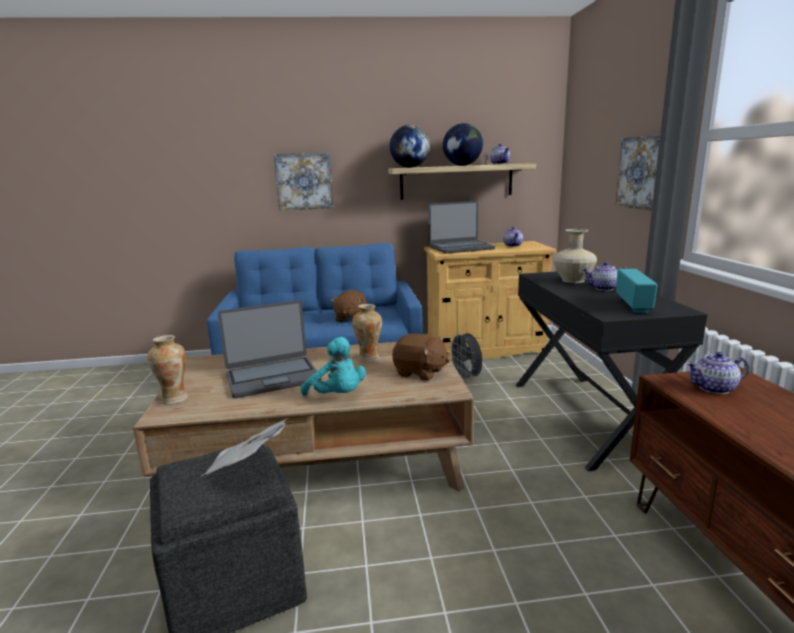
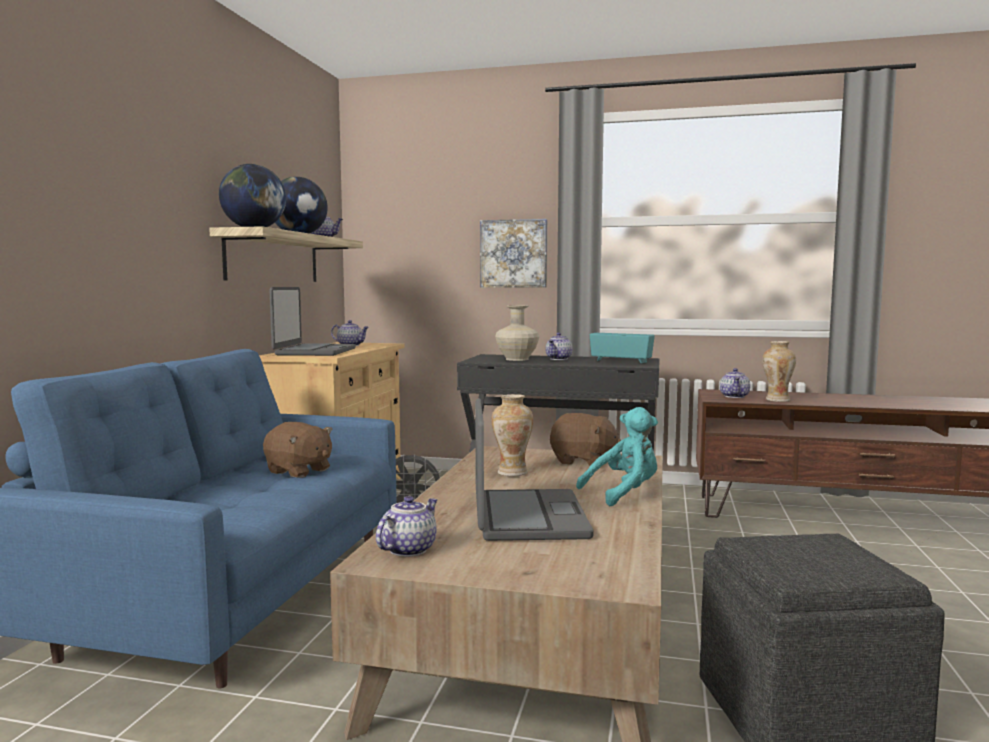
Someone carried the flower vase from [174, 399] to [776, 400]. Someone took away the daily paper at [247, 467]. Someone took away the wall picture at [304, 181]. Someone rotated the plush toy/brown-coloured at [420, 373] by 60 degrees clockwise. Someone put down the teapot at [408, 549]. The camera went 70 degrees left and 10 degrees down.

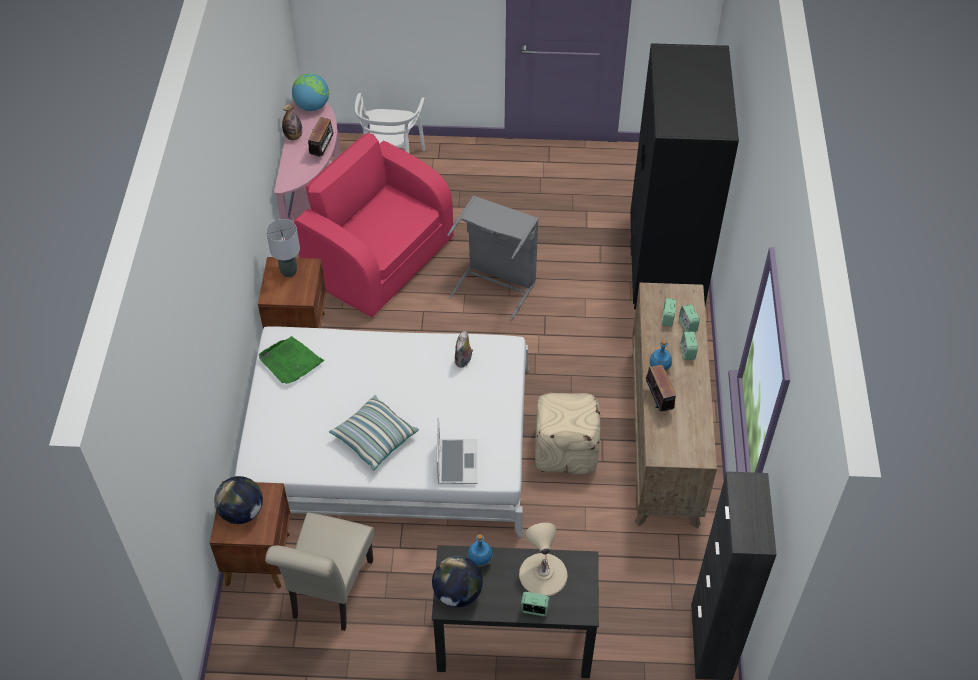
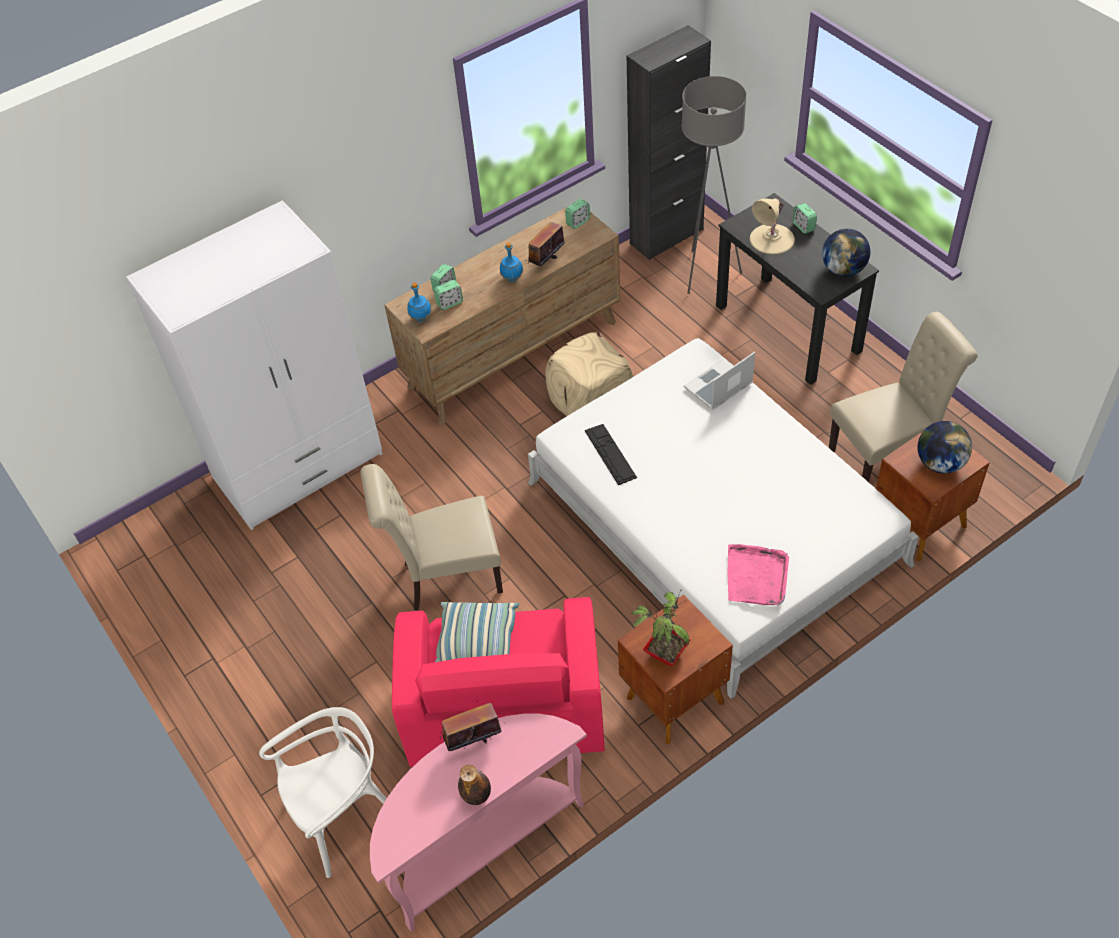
Someone repainted the serving tray/green at [290, 362], which became the serving tray/pink at [756, 577]. Someone swapped the table lamp/grey at [288, 271] for the potted plant at [664, 653]. Someone took away the desk globe at [312, 106]. Someone carried the throw pillow from [374, 438] to [477, 644]. Someone swapped the washing basket/grey at [496, 284] for the chair/beige at [445, 577]. Someone swapped the plush toy at [464, 361] for the keyboard at [610, 454]. Someone carried the beverage bottle/blue-coloured from [480, 560] to [420, 318]. Someone repainted the armoire/blackish at [664, 263], which became the armoire/whitish at [299, 466]. Someone carried the bedside clock from [687, 352] to [578, 222]. Someone put down the standard lamp/grey at [706, 273]. The camera went 125 degrees left and 0 degrees up.

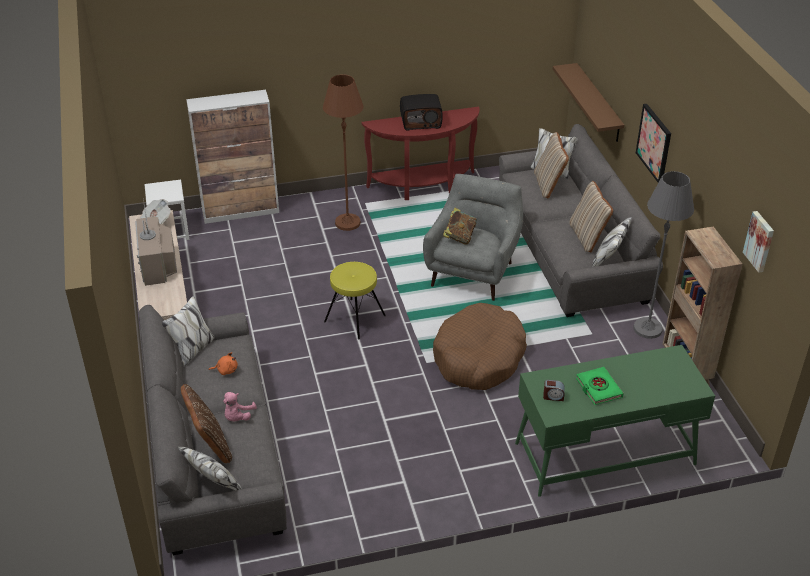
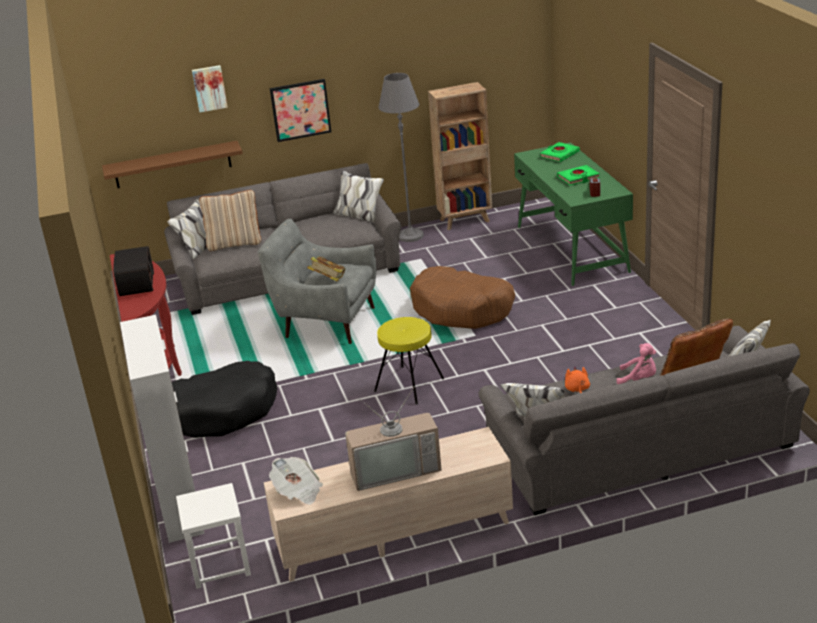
Someone swapped the standard lamp/brown-coloured at [347, 223] for the pet bed/blackish at [222, 411]. Someone took away the throw pillow/beige at [588, 237]. Someone carried the wall picture from [760, 241] to [209, 88]. Someone put down the bound book/green at [559, 154]. The camera went 90 degrees left and 10 degrees down.

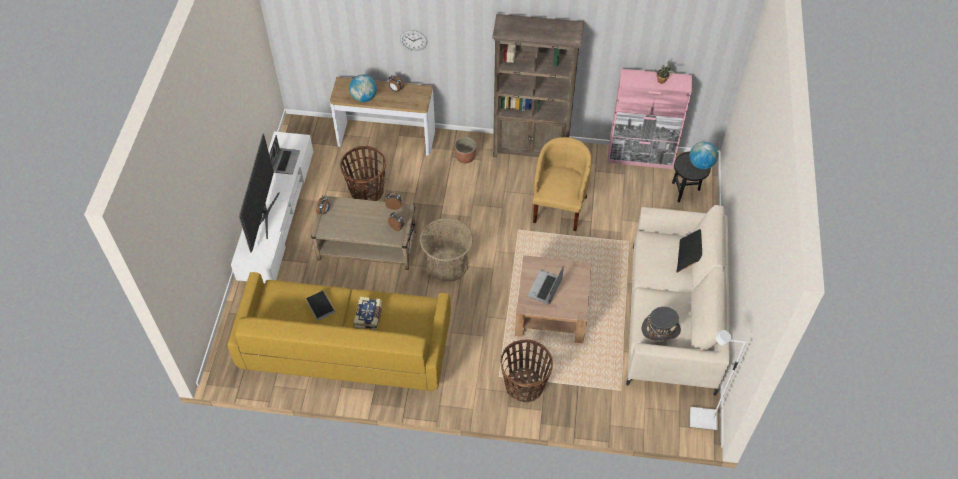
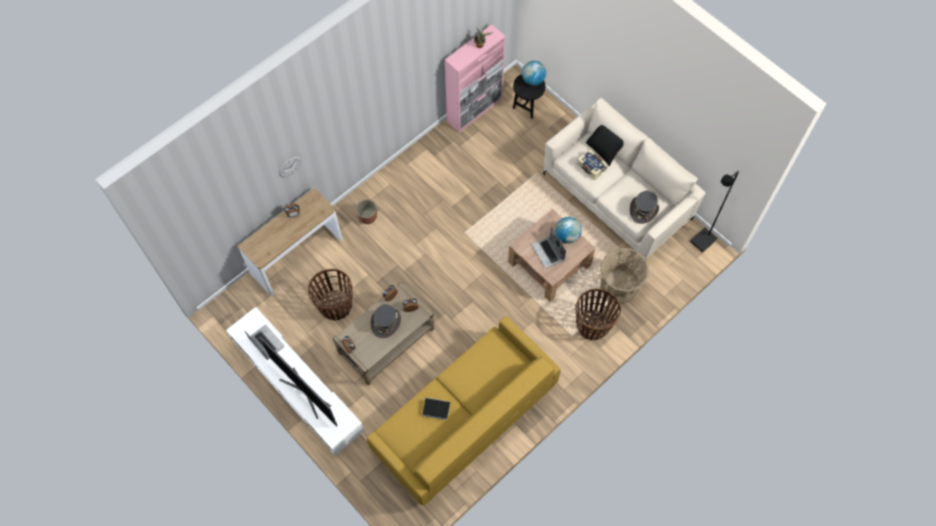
Someone carried the desk globe from [364, 97] to [567, 236]. Someone carried the bound book from [369, 316] to [592, 166]. Someone carried the basket from [447, 264] to [619, 286]. Someone took away the bookcase/brown-coloured at [531, 149]. Someone took away the armchair/yellowish at [559, 207]. Someone repainted the standard lamp/whitish at [703, 420], which became the standard lamp/blackish at [703, 241]. Someone put down the clothing hat/grey at [386, 322]. The camera went 50 degrees left and 10 degrees up.

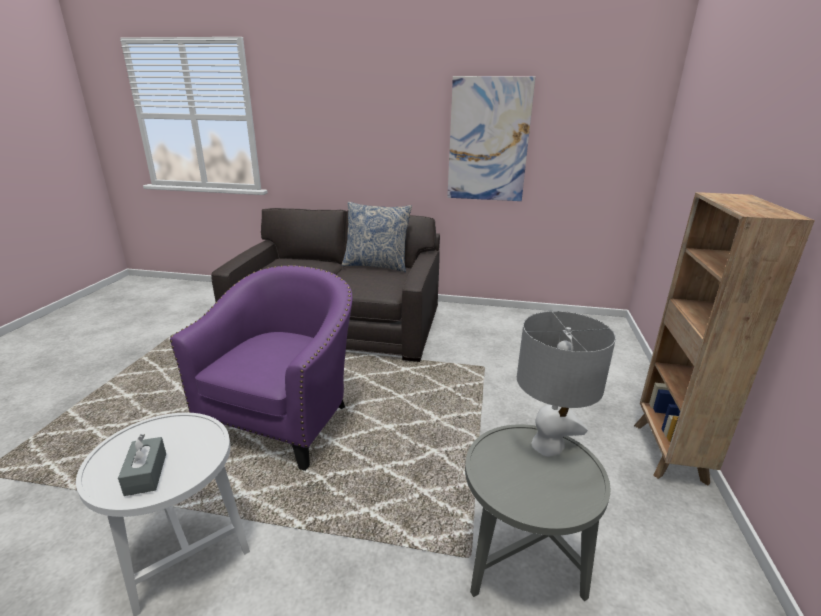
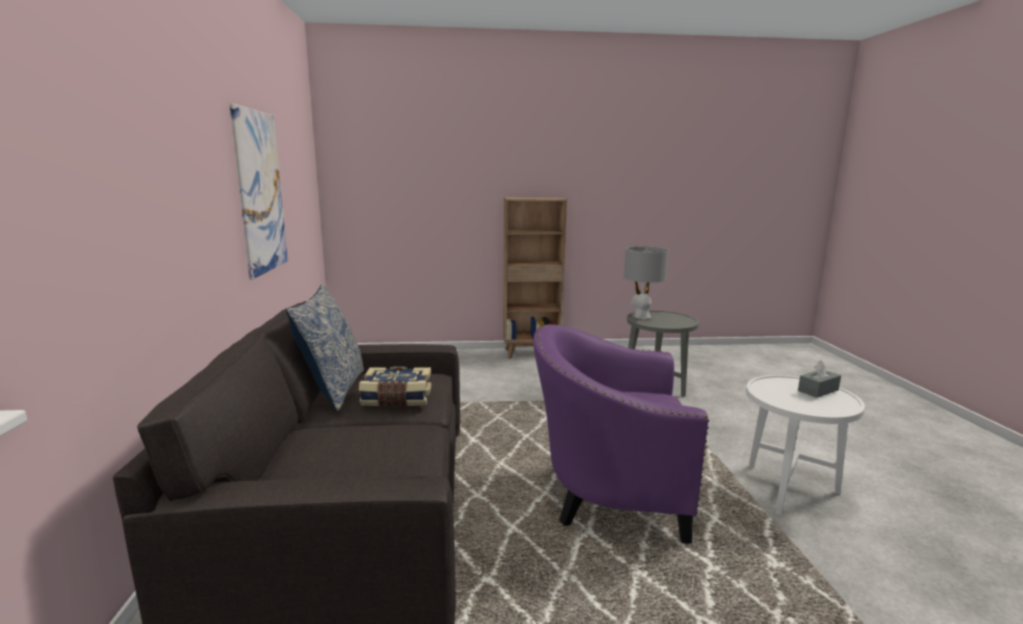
Someone put down the bound book at [396, 399]. The camera went 105 degrees left and 10 degrees down.

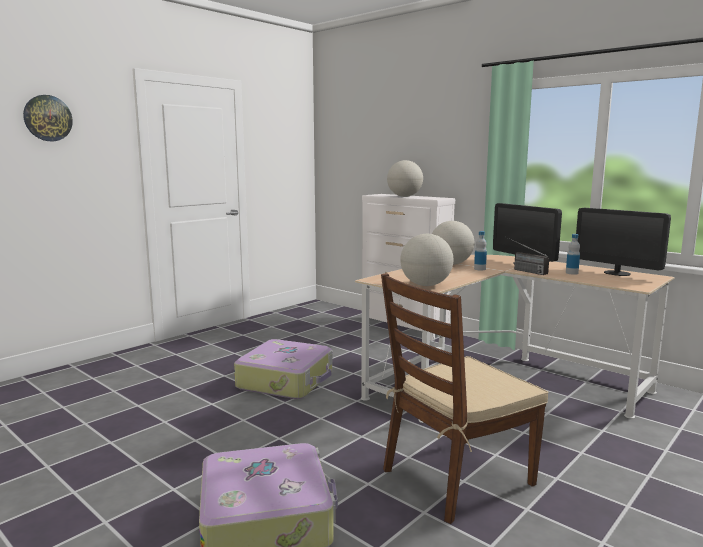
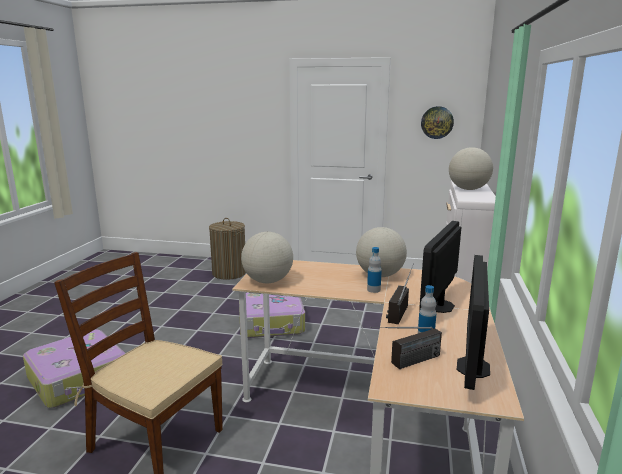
Someone carried the wall clock from [48, 118] to [437, 122]. Someone put down the washing basket at [229, 273]. Someone put down the radio set at [405, 364]. The camera went 60 degrees right and 5 degrees up.

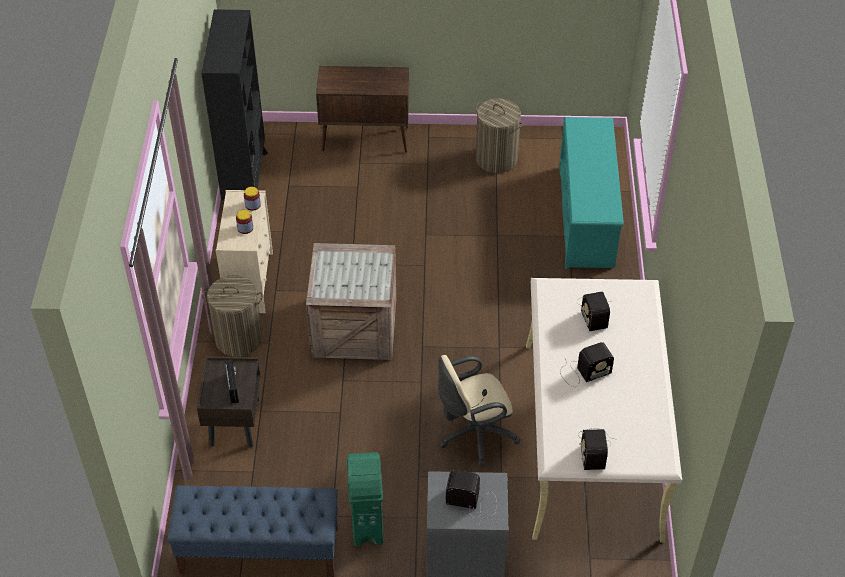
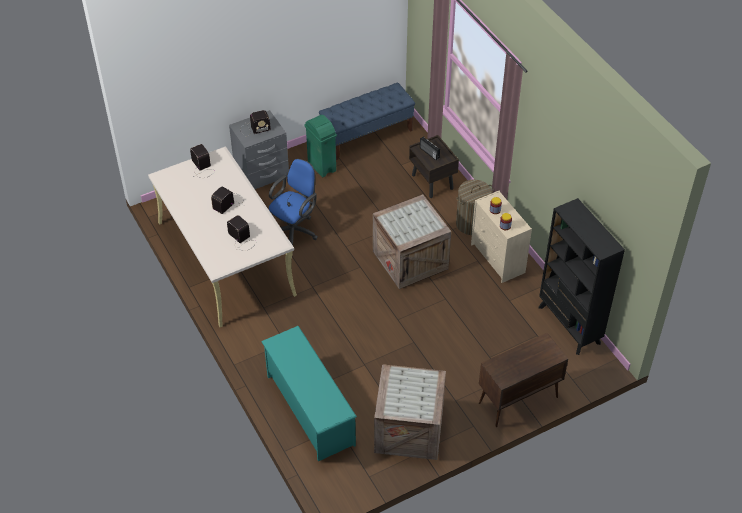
Someone repainted the desk chair/beige at [474, 435], which became the desk chair/blue-coloured at [295, 231]. Someone swapped the washing basket at [496, 159] for the crate at [407, 430]. The camera went 150 degrees right and 0 degrees up.

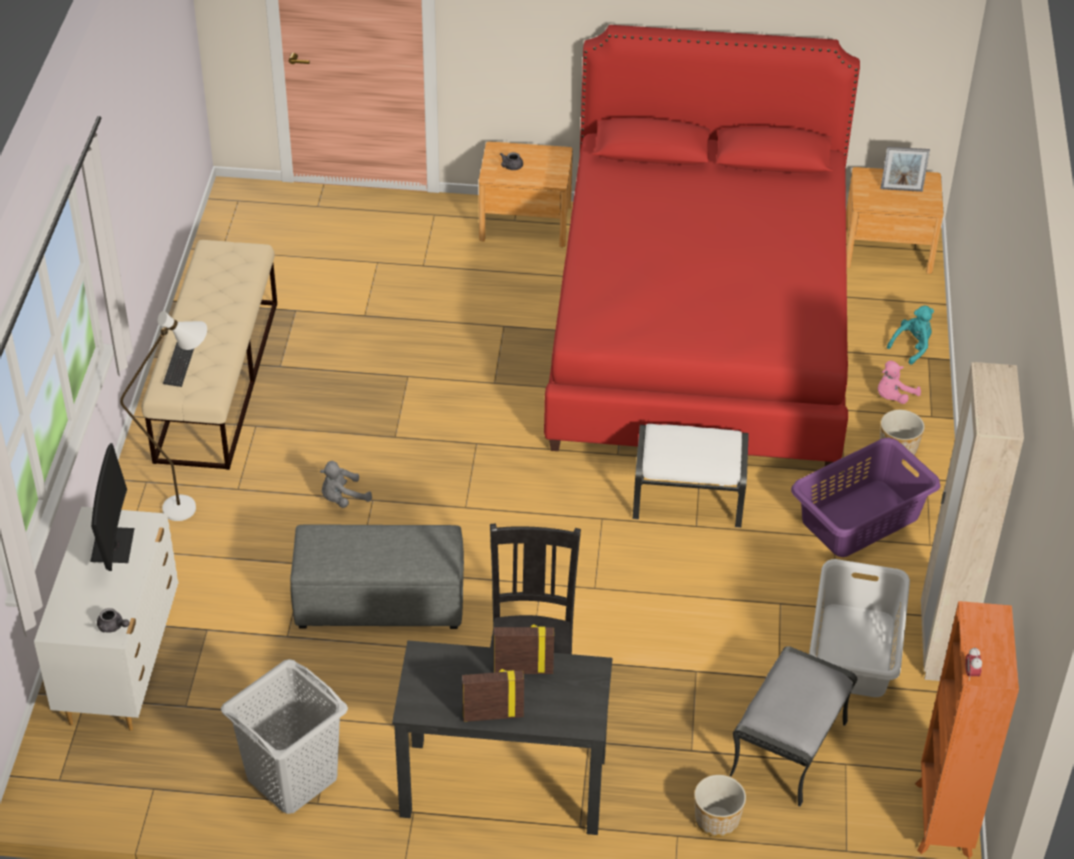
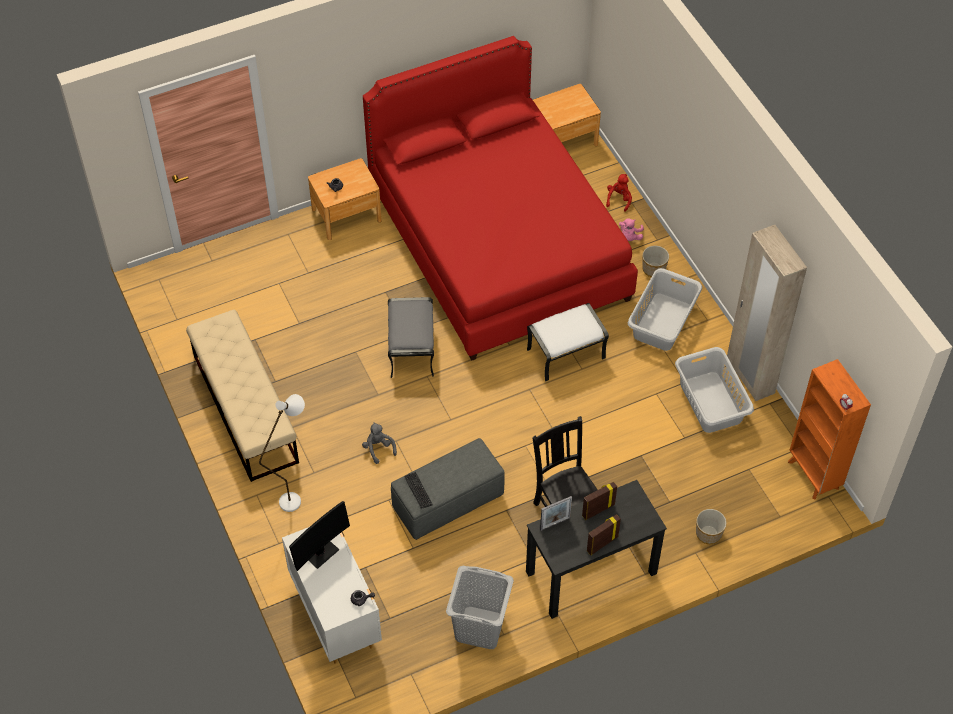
Someone rotated the computer screen at [113, 546] by 75 degrees clockwise. Someone carried the keyboard from [179, 365] to [418, 491]. Someone rotated the plush toy/grey at [343, 499] by 120 degrees clockwise. Someone carried the pouffe/grey from [788, 746] to [411, 349]. Someone repainted the washing basket/purple-coloured at [861, 519], which became the washing basket/grey at [663, 322]. Someone carried the standing frame from [901, 189] to [555, 523]. Someone repainted the plush toy/blue-green at [912, 347], which became the plush toy/red-coloured at [619, 199]. The camera went 30 degrees left and 10 degrees up.

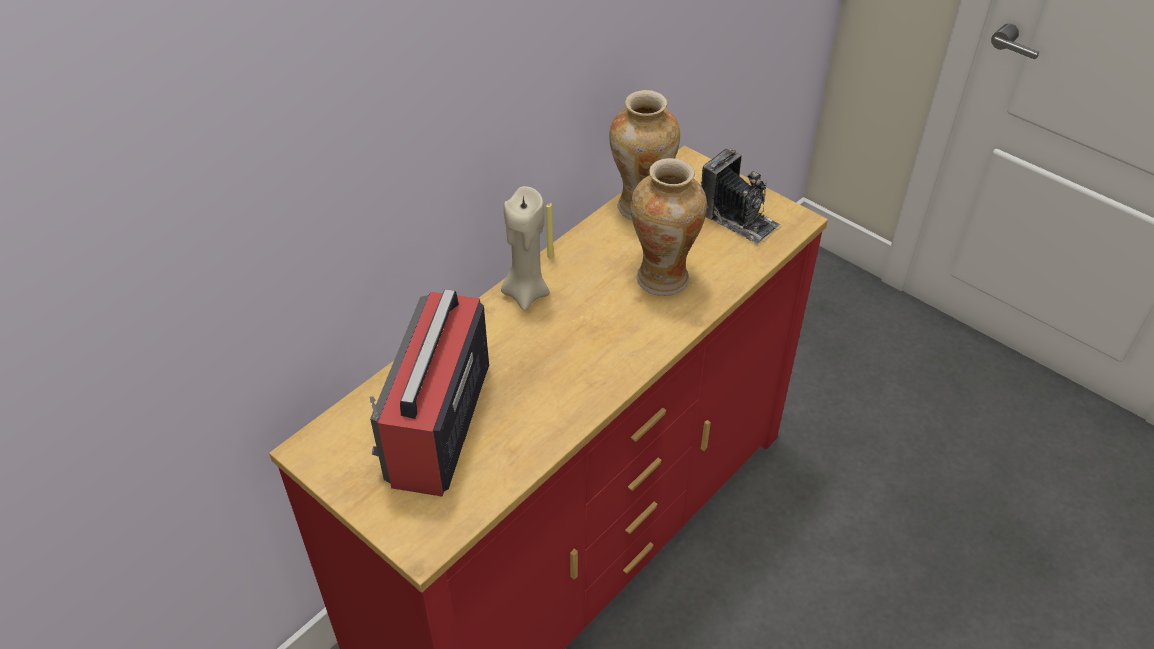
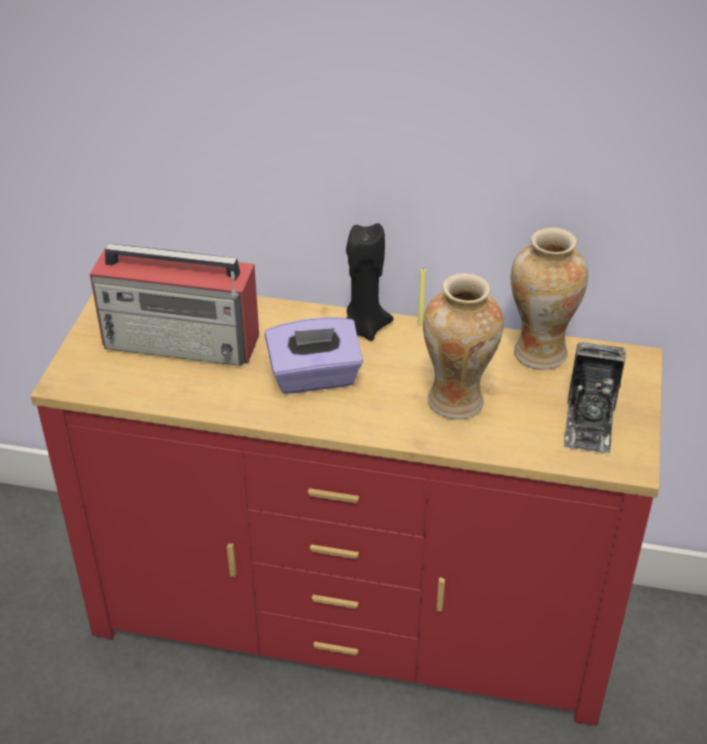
Someone rotated the radio set at [438, 425] by 150 degrees counterclockwise. Someone repainted the wax light/beige at [526, 293], which became the wax light/blackish at [363, 328]. Someone put down the box of tissues/purple-coloured at [314, 377]. The camera went 60 degrees right and 5 degrees down.

